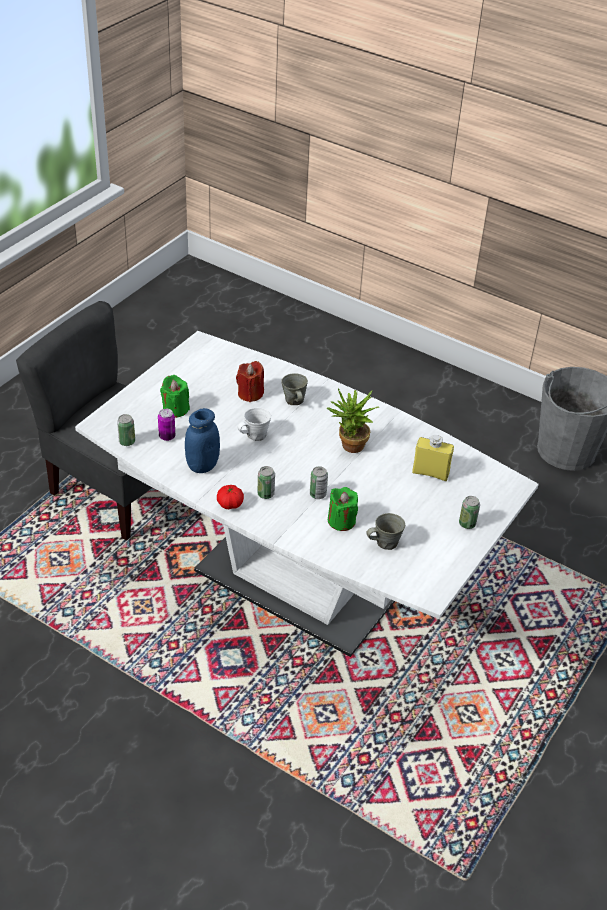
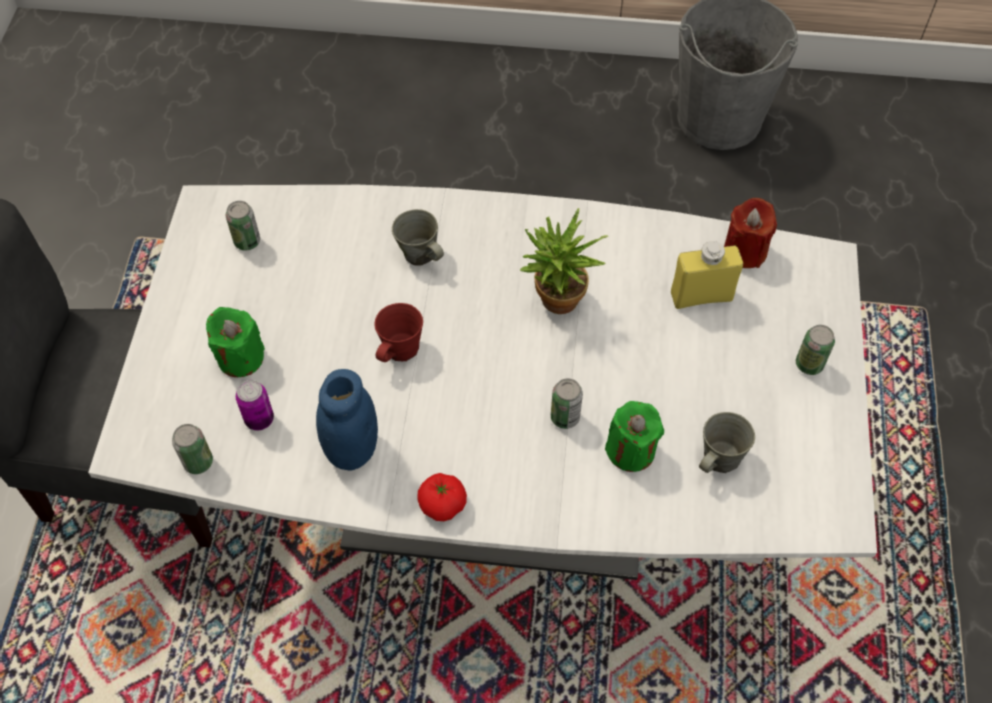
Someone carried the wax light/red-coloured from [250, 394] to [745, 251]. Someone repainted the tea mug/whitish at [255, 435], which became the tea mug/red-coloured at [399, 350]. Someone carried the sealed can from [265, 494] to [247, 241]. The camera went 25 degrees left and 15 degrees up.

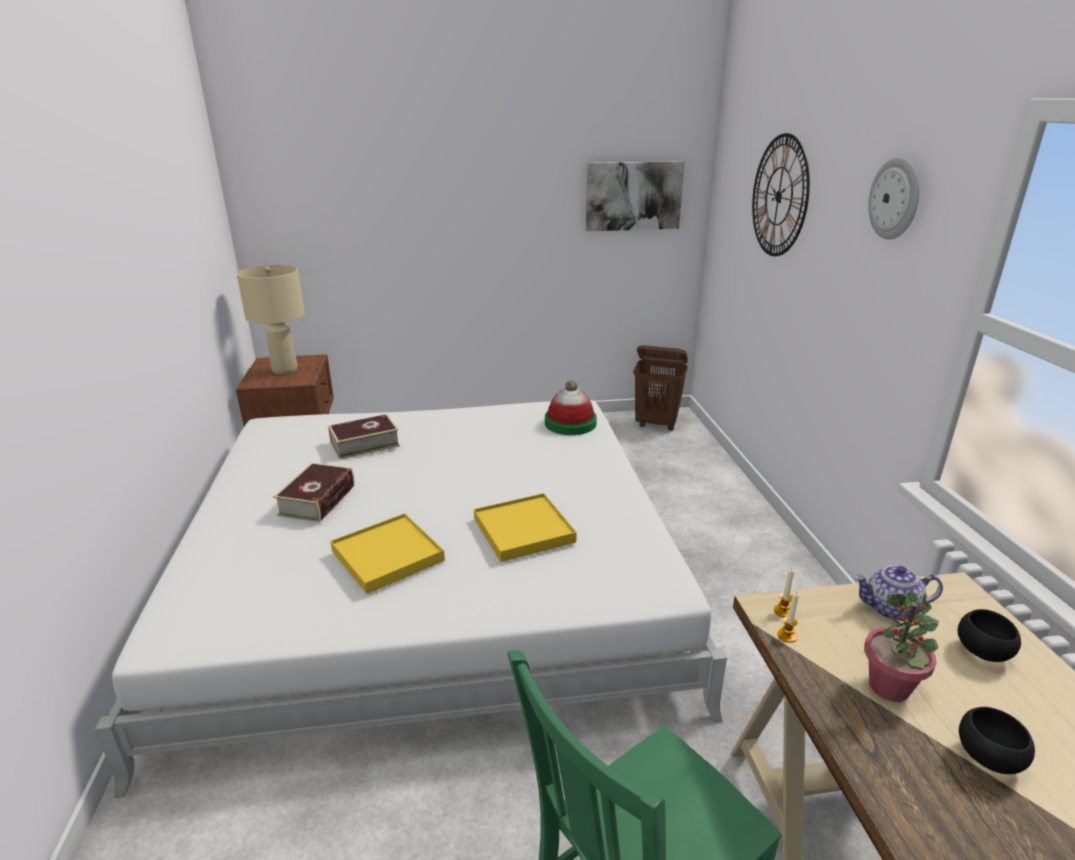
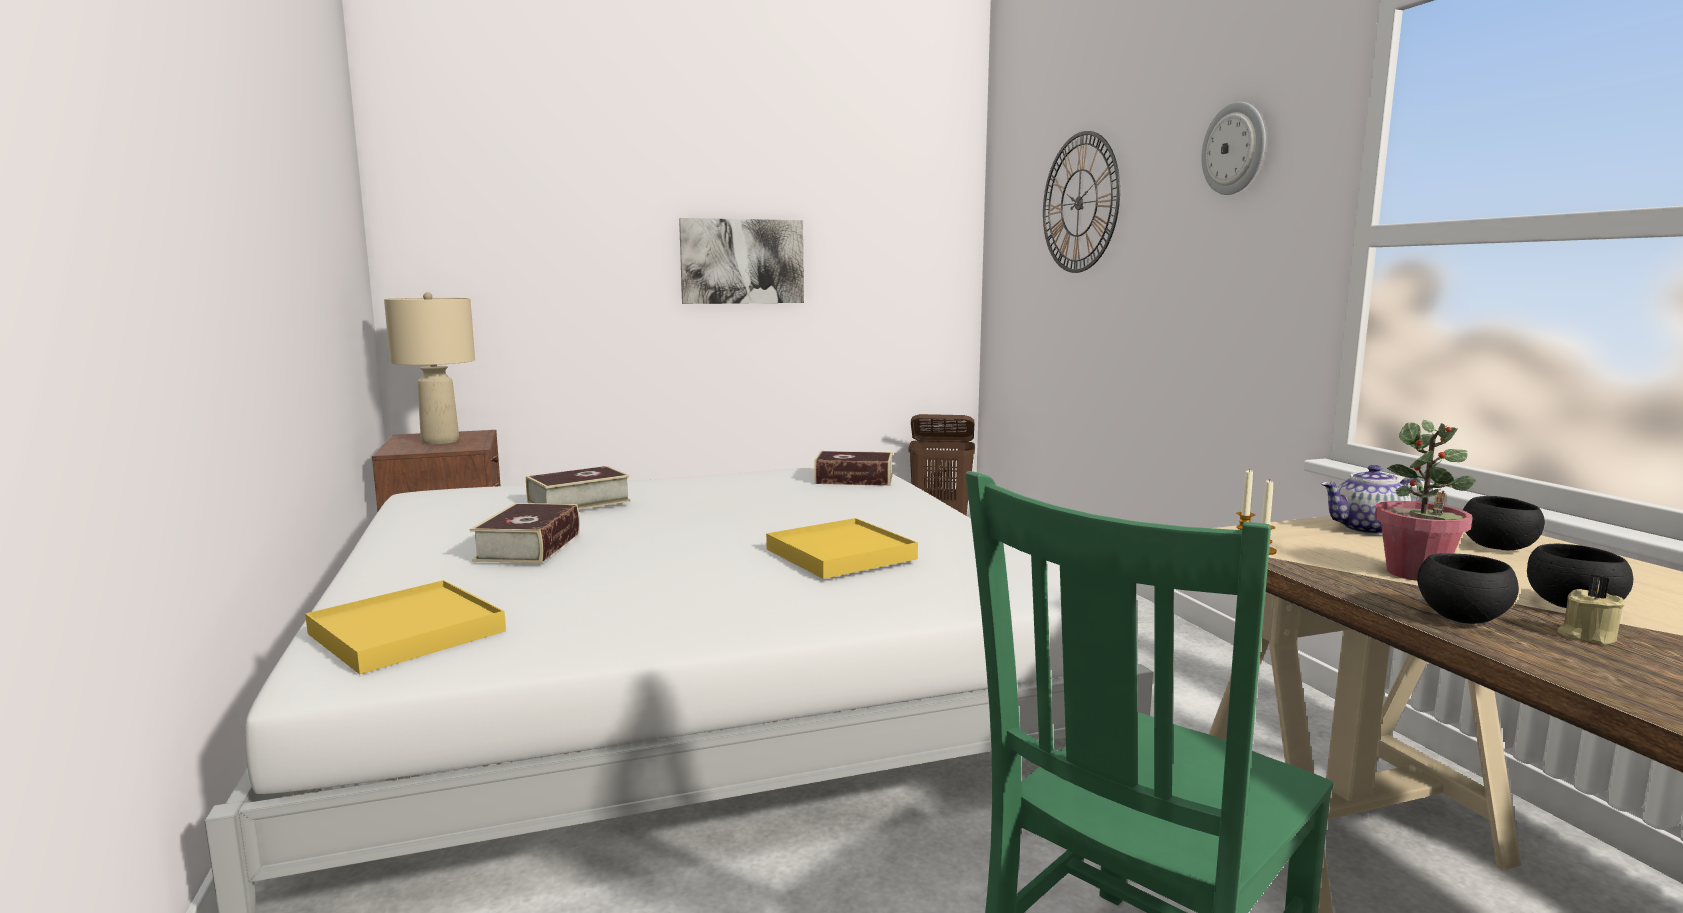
Someone carried the serving tray/yellowish from [387, 556] to [406, 632]. Someone swapped the clothing hat at [570, 423] for the bound book at [854, 479]. Someone carried the wall picture from [633, 196] to [742, 261]. Someone put down the deep dish/blackish at [1462, 618]. Someone put down the wax light/beige at [1586, 636]. The camera went 10 degrees left and 15 degrees down.

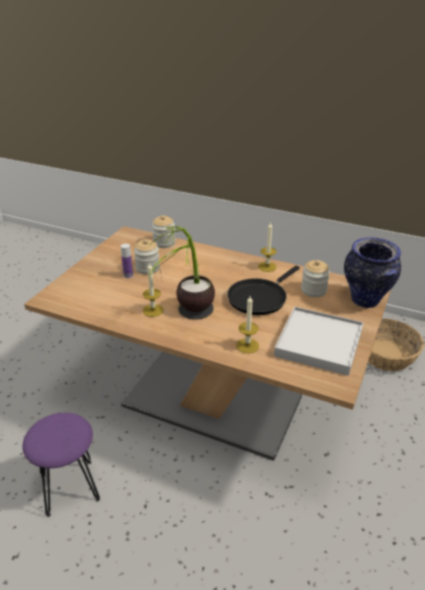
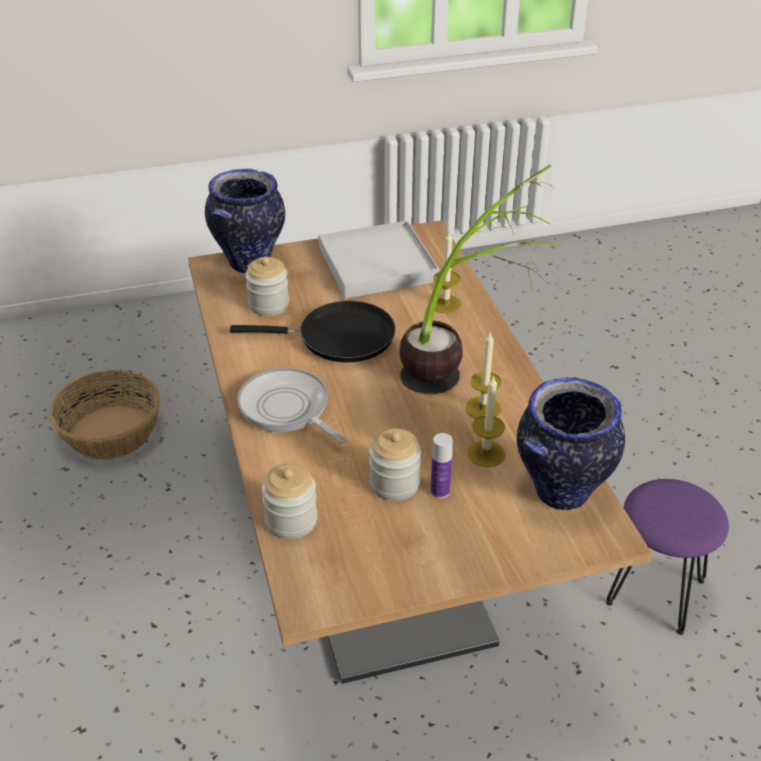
Someone carried the wax light from [267, 266] to [486, 453]. Someone put down the skillet at [287, 409]. Someone put down the flower vase at [561, 494]. The camera went 130 degrees left and 5 degrees up.

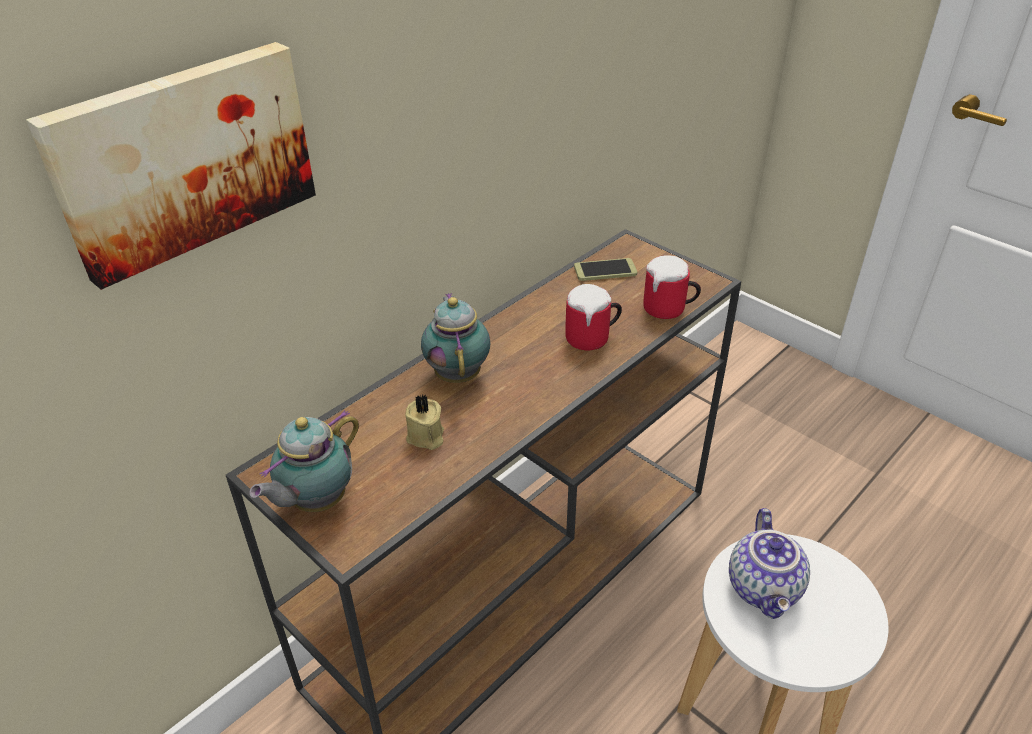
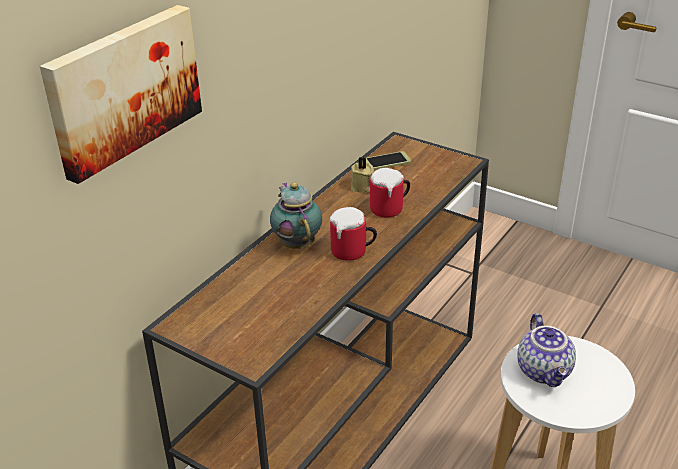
Someone took away the teapot at [315, 502]. Someone carried the wax light/beige from [426, 437] to [363, 187]. Someone carried the tea mug from [669, 310] to [353, 252]. The camera went 10 degrees left and 5 degrees down.

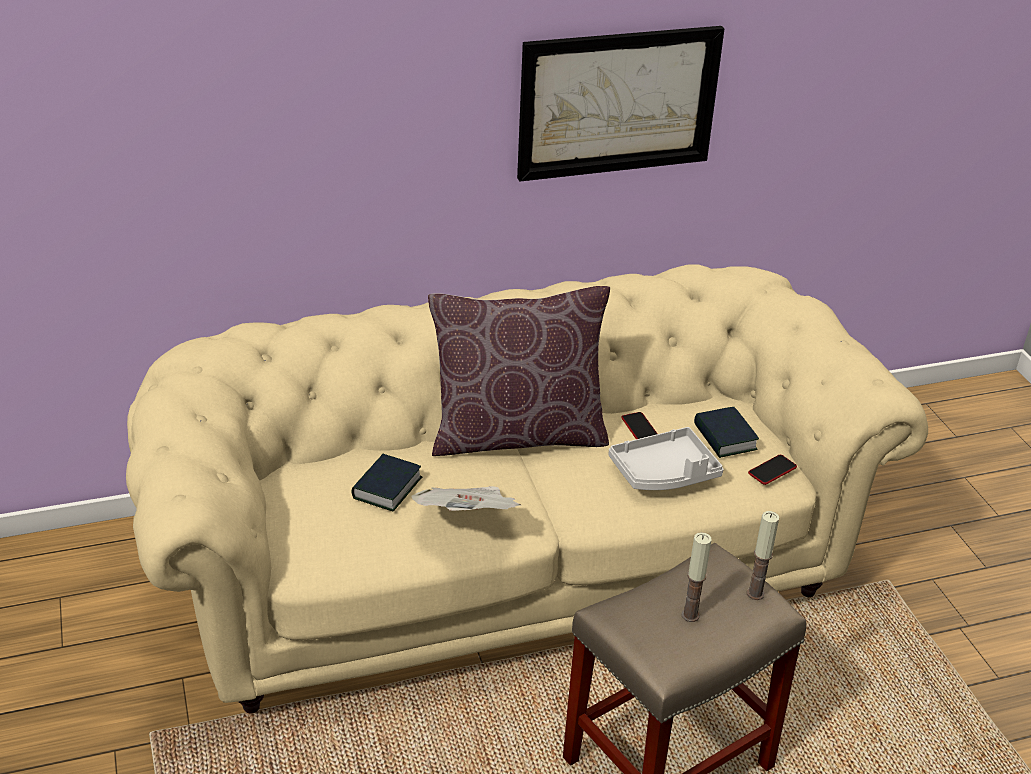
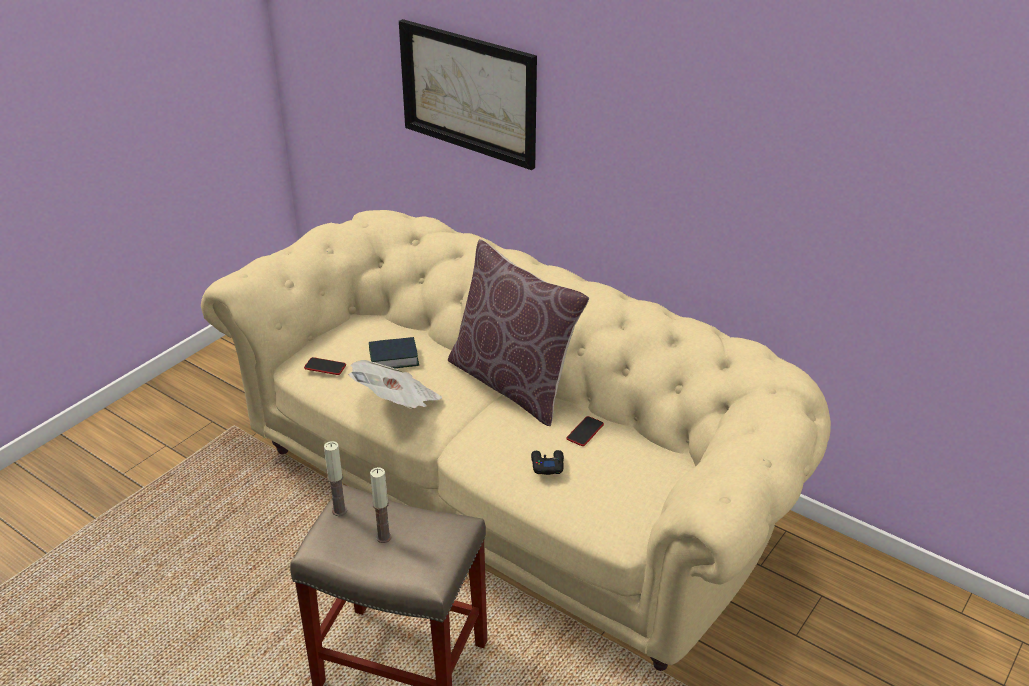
Someone carried the wall picture from [617, 102] to [468, 93]. Someone swapped the serving tray/grey at [664, 473] for the joypad/blackish at [547, 465]. Someone took away the bound book at [724, 438]. Someone carried the wax light from [755, 593] to [339, 510]. Someone carried the phone from [772, 470] to [325, 367]. The camera went 55 degrees right and 0 degrees up.

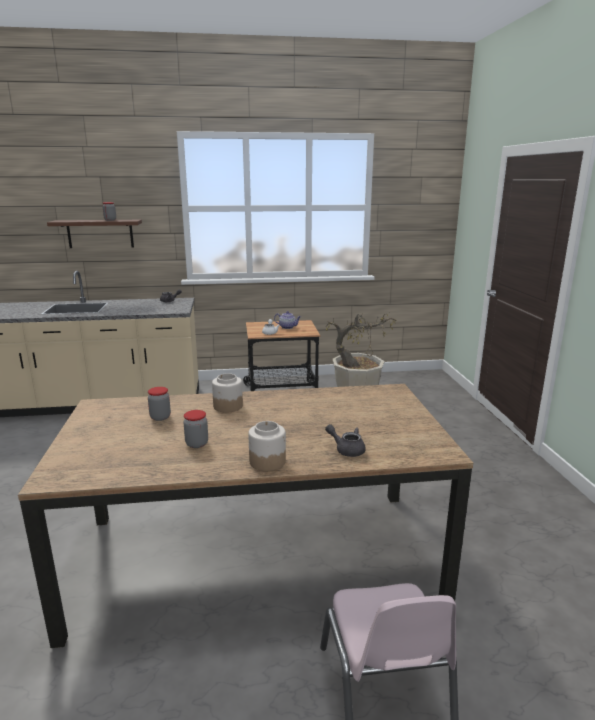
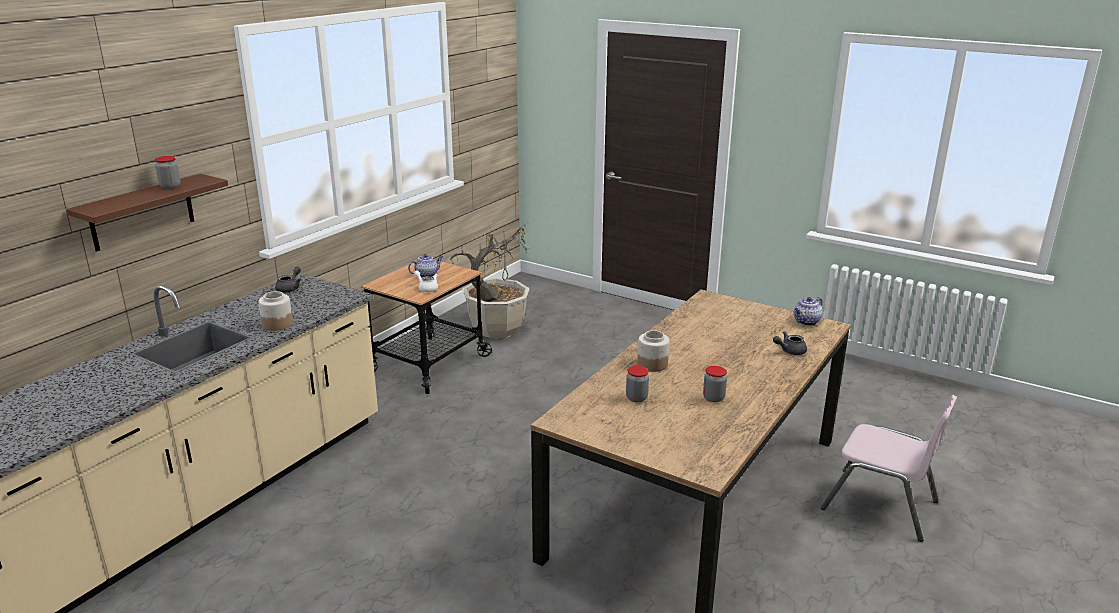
Someone carried the jar from [267, 461] to [277, 324]. Someone put down the teapot at [806, 322]. The camera went 50 degrees left and 5 degrees up.

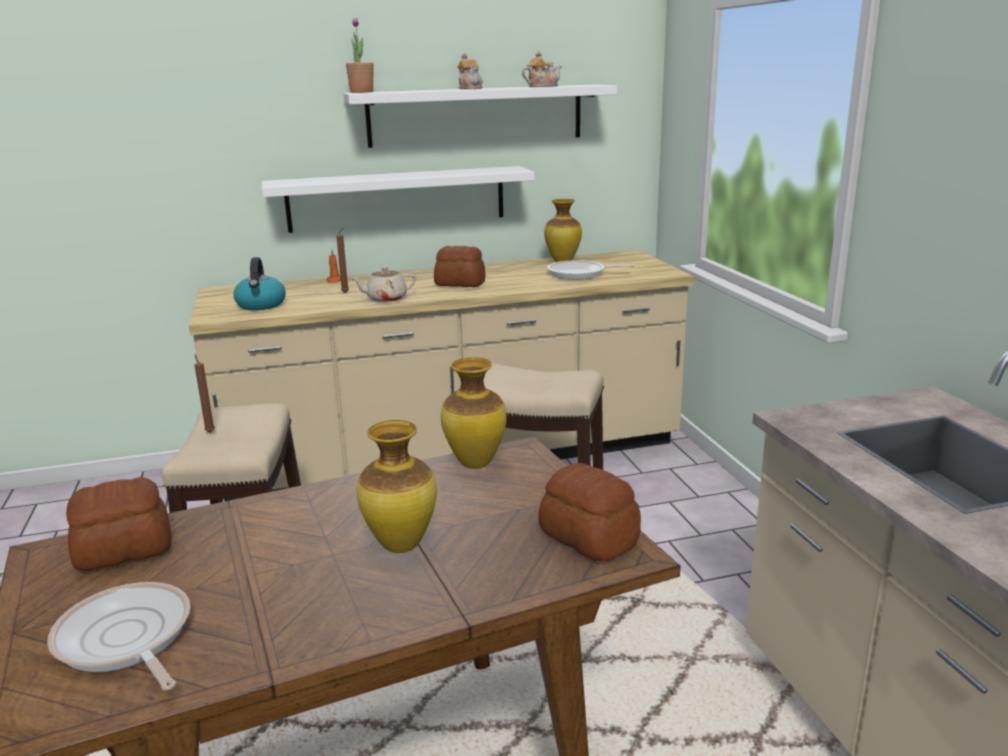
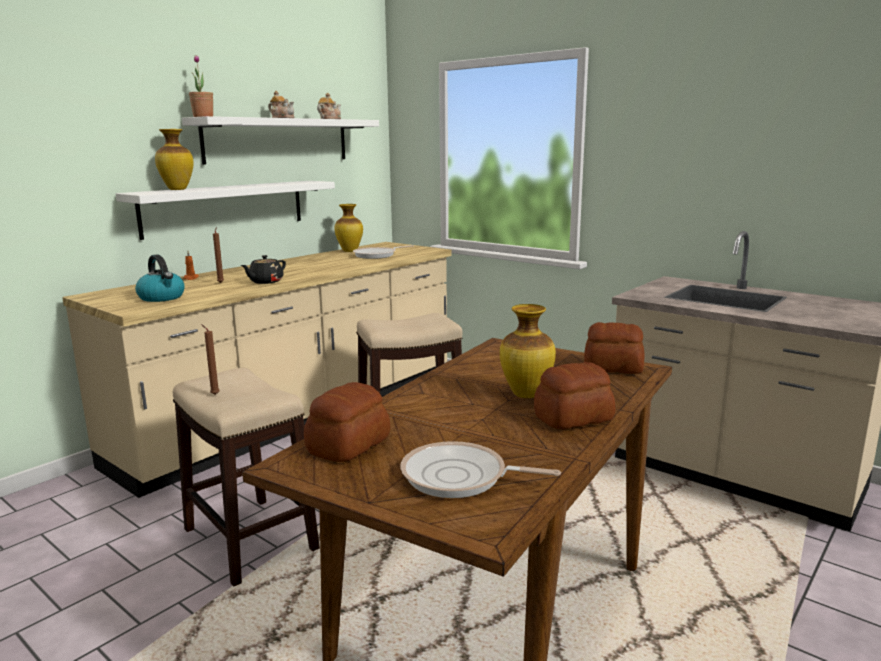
Someone repainted the teapot/beige at [385, 299], which became the teapot/blackish at [265, 282]. Someone carried the bakery bread from [460, 283] to [572, 418]. Someone carried the flower vase from [474, 463] to [177, 189]. The camera went 35 degrees left and 5 degrees down.

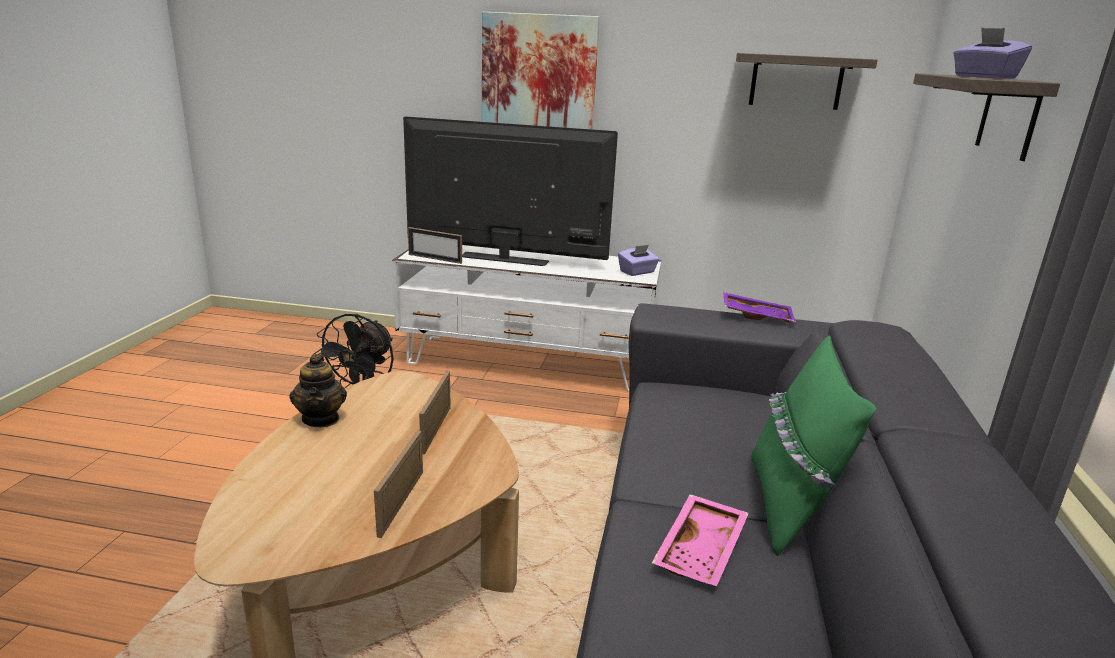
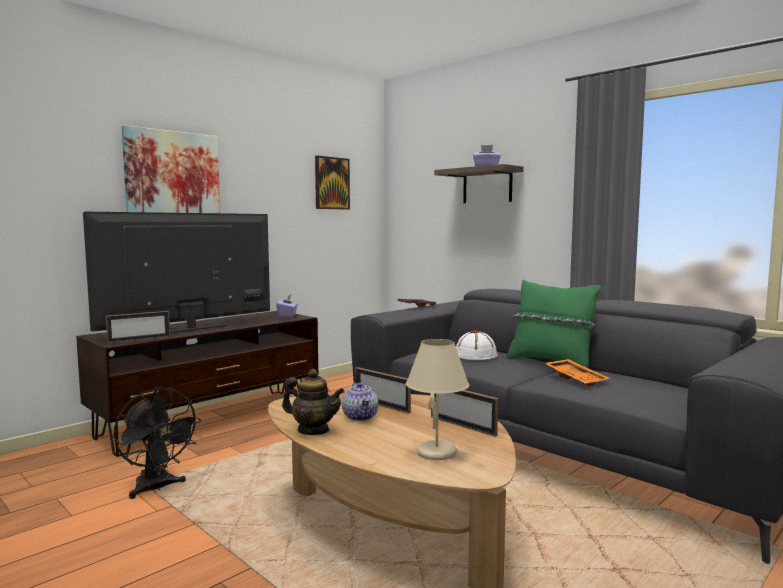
Someone repainted the tv unit/whitish at [527, 363], which became the tv unit/brown-coloured at [212, 419]. Someone repainted the serving tray/pink at [702, 551], which became the serving tray/orangey at [577, 379]. Someone swapped the shelf at [796, 81] for the wall picture at [331, 183]. Someone put down the teapot at [361, 417]. Someone put down the table lamp/beige at [437, 453]. Someone put down the clothing hat/whitish at [476, 355]. The camera went 55 degrees left and 15 degrees down.

